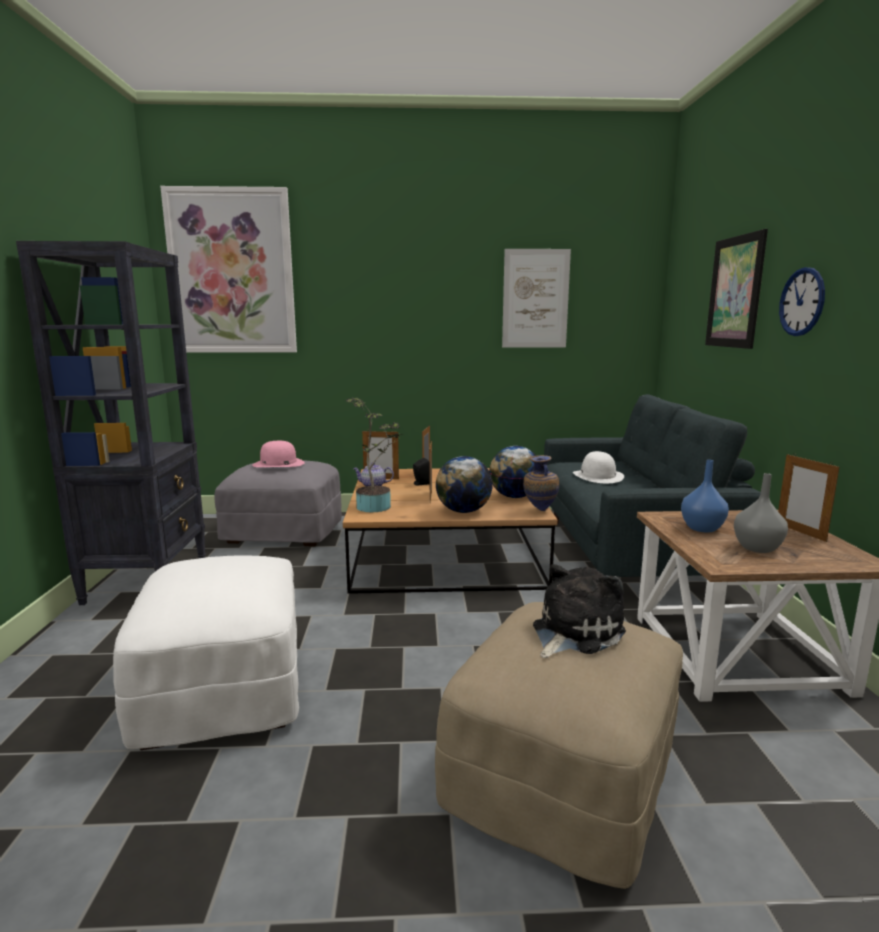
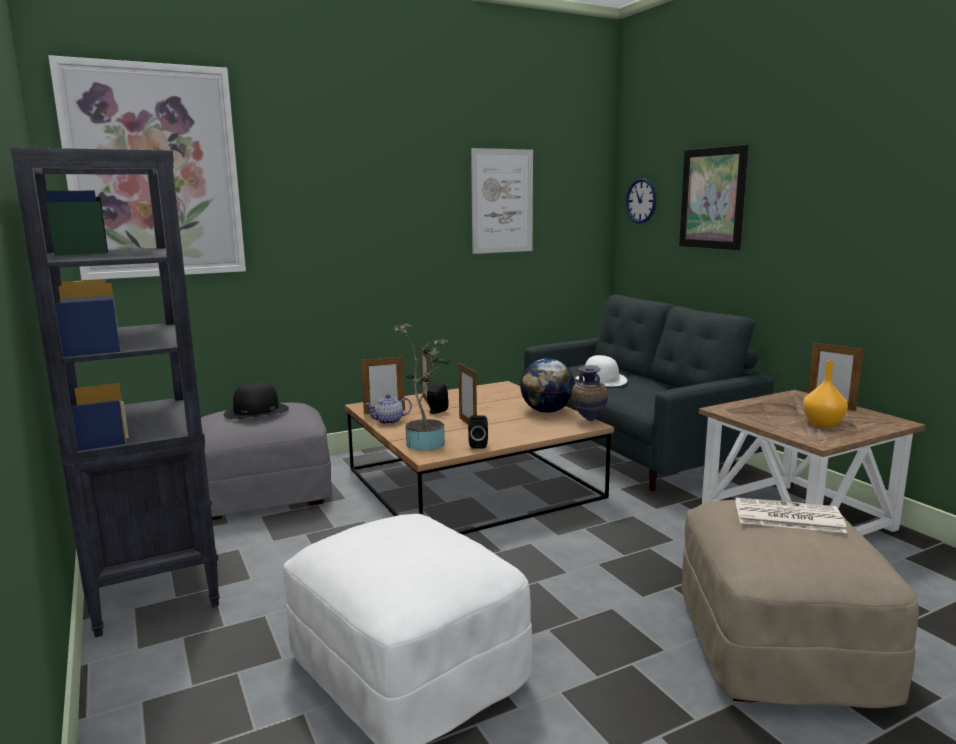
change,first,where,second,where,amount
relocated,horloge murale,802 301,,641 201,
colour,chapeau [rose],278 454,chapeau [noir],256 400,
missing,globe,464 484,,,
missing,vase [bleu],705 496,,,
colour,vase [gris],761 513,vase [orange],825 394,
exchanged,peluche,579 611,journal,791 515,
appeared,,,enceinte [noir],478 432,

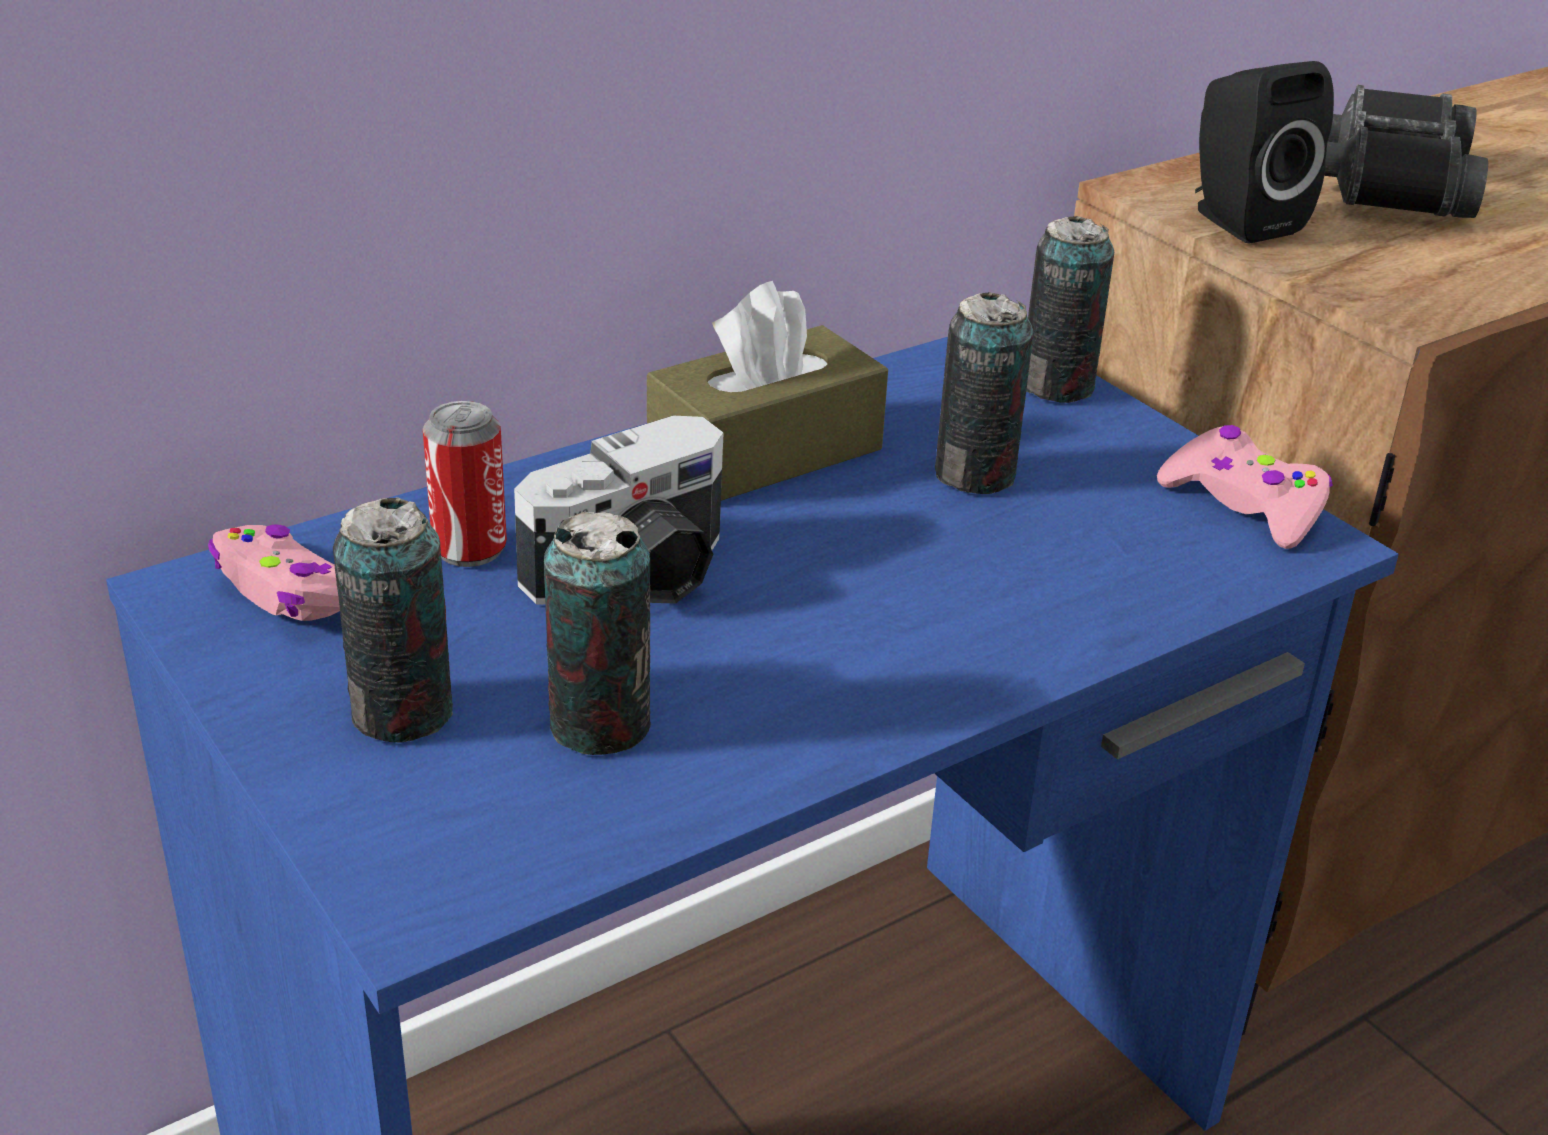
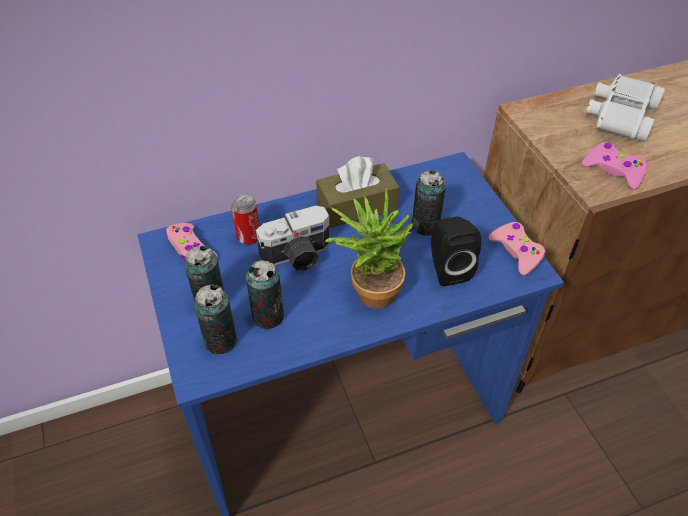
change,first,where,second,where,amount
relocated,enceinte [noir],1264 152,,456 251,
colour,jumelles [noir],1406 151,jumelles [blanc],625 107,
relocated,boîte métallique,1070 309,,215 319,
appeared,,,manette [rose],614 166,
appeared,,,plante en pot,369 248,

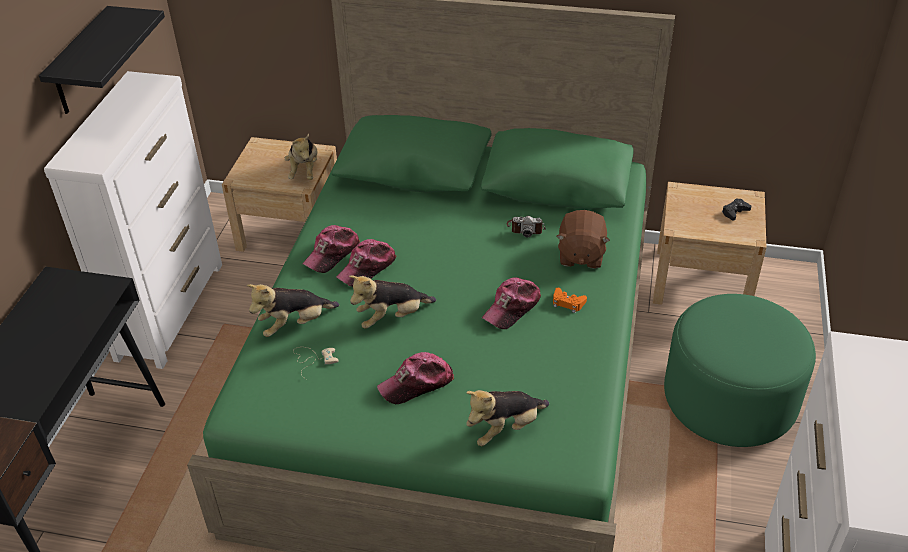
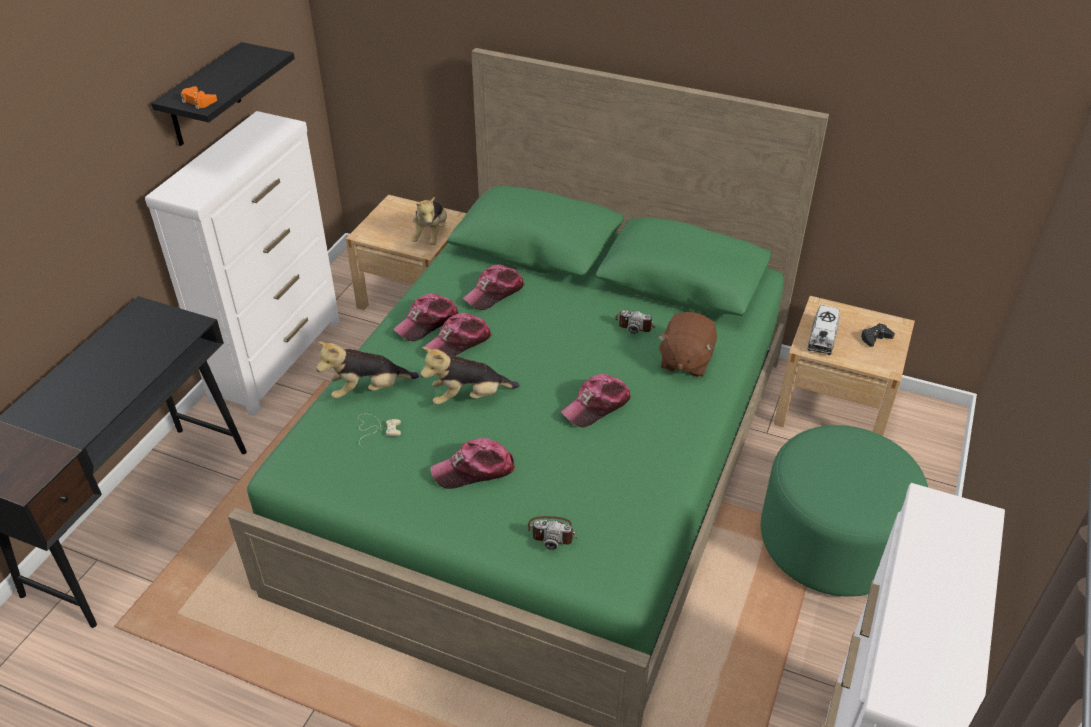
change,first,where,second,where,amount
relocated,manette [orange],570 300,,199 97,
exchanged,peluche,507 418,appareil photo,552 533,
appeared,,,casquette,493 287,
appeared,,,camion jouet,823 330,

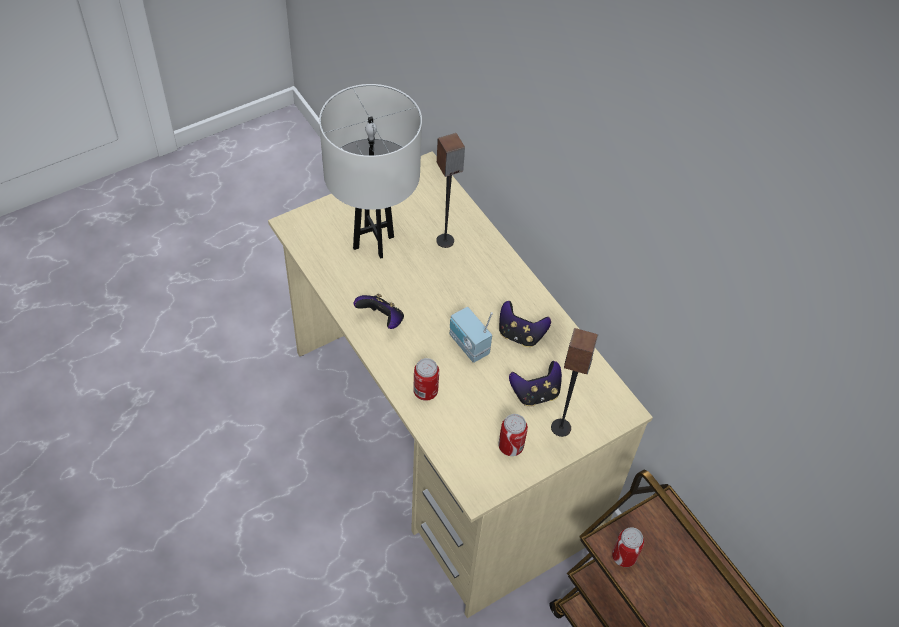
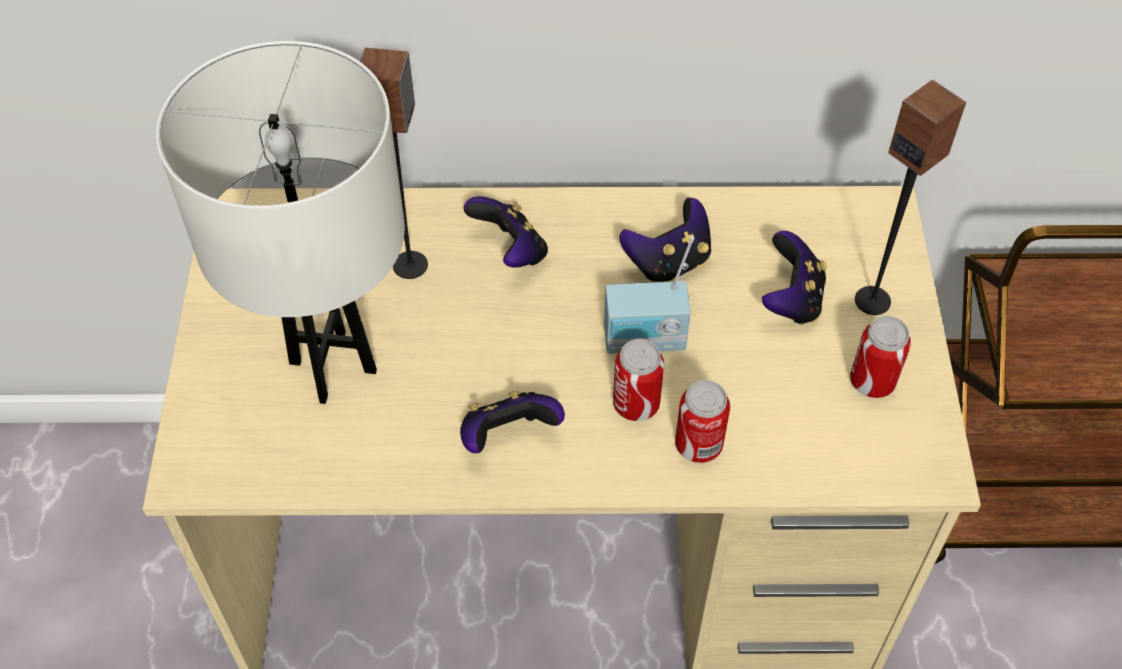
change,first,where,second,where,amount
relocated,boîte métallique,628 547,,638 380,
appeared,,,manette,506 232,

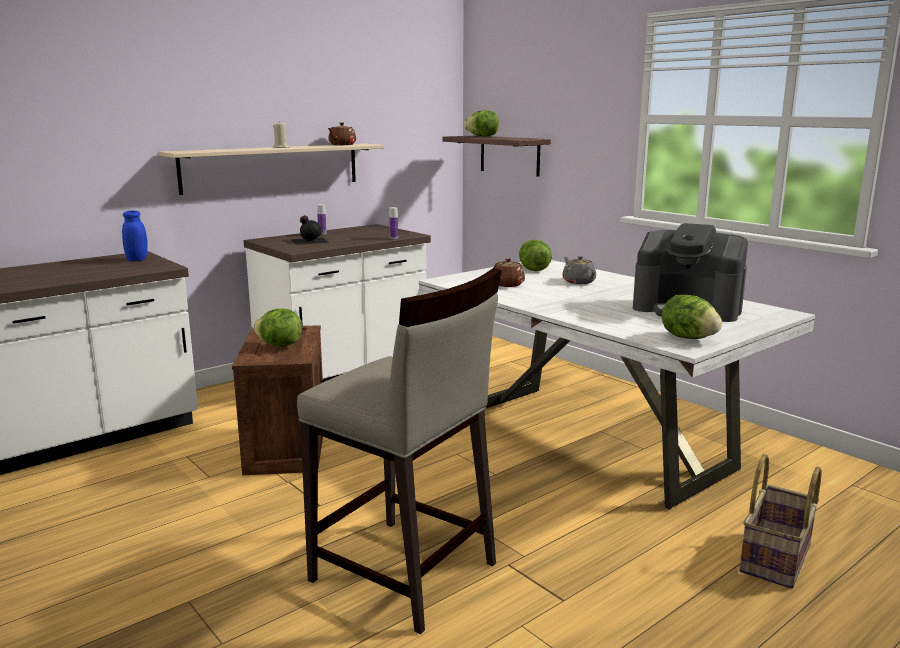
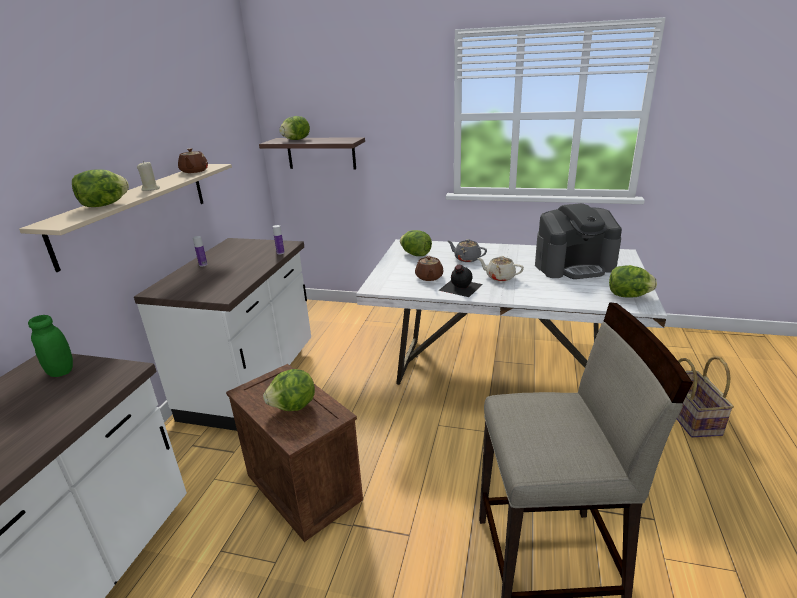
change,first,where,second,where,amount
colour,bocal [bleu],135 236,bocal [vert],50 346,
relocated,bouteille [noir],310 230,,460 281,
appeared,,,laitue,100 188,
appeared,,,théière [beige],500 269,

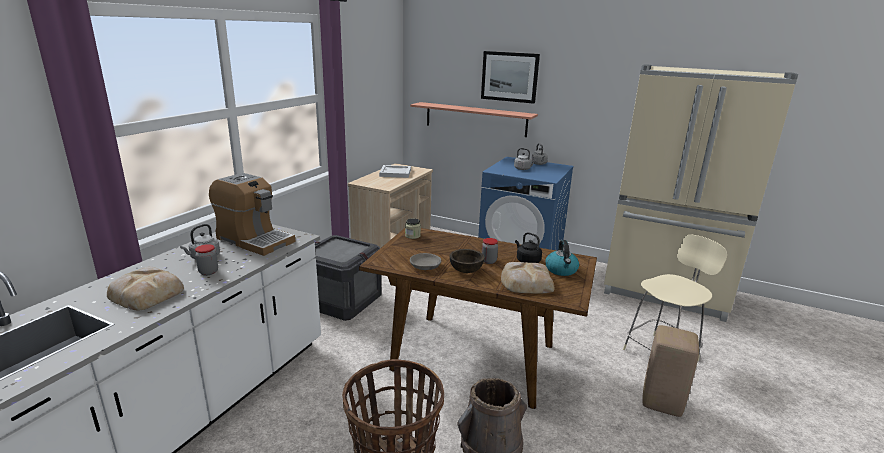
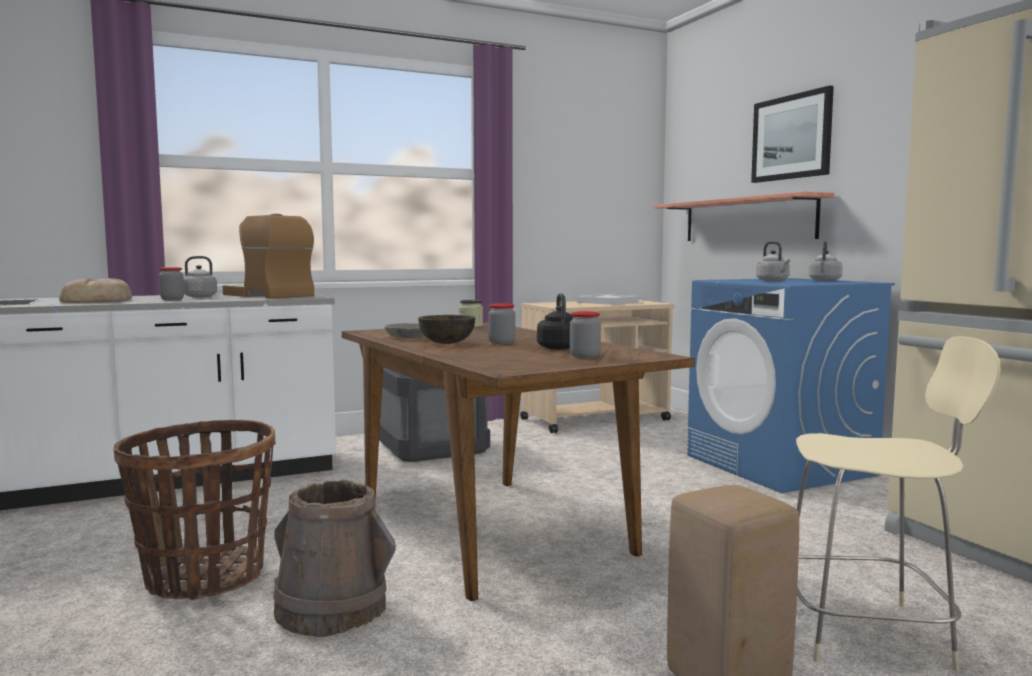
change,first,where,second,where,amount
spun,machine à café,252 214,,268 256,150 degrees clockwise
exchanged,bouilloire,562 258,bocal,585 334,
missing,pain,528 278,,,

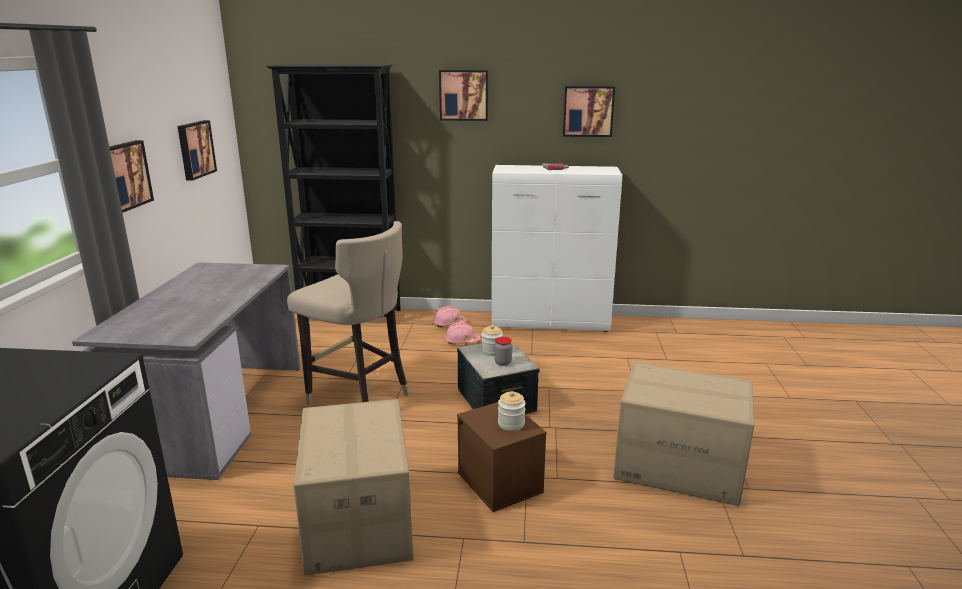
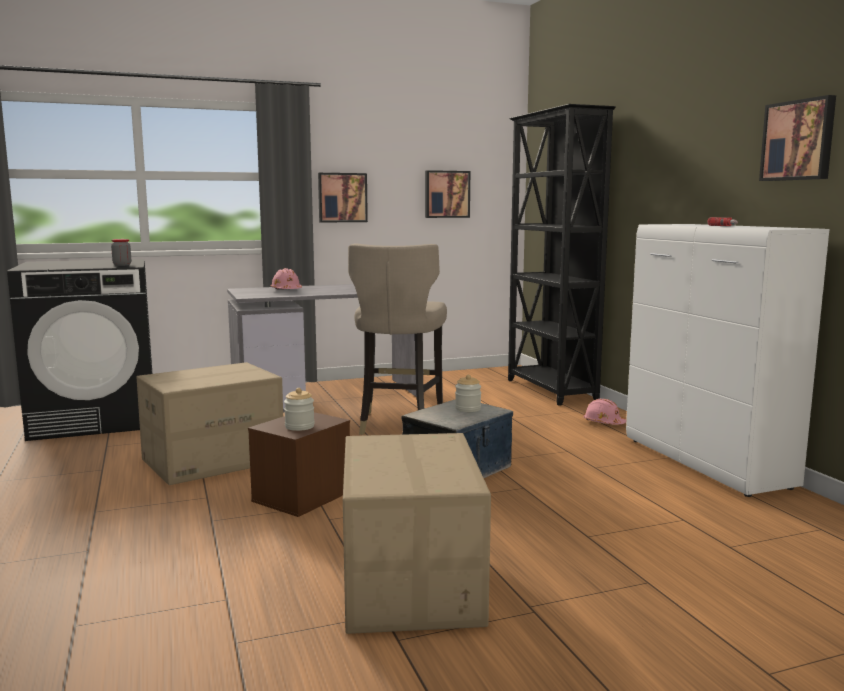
change,first,where,second,where,amount
missing,tableau,463 95,,,
relocated,casque de chantier [rose],462 333,,286 279,
relocated,bocal,503 351,,121 252,

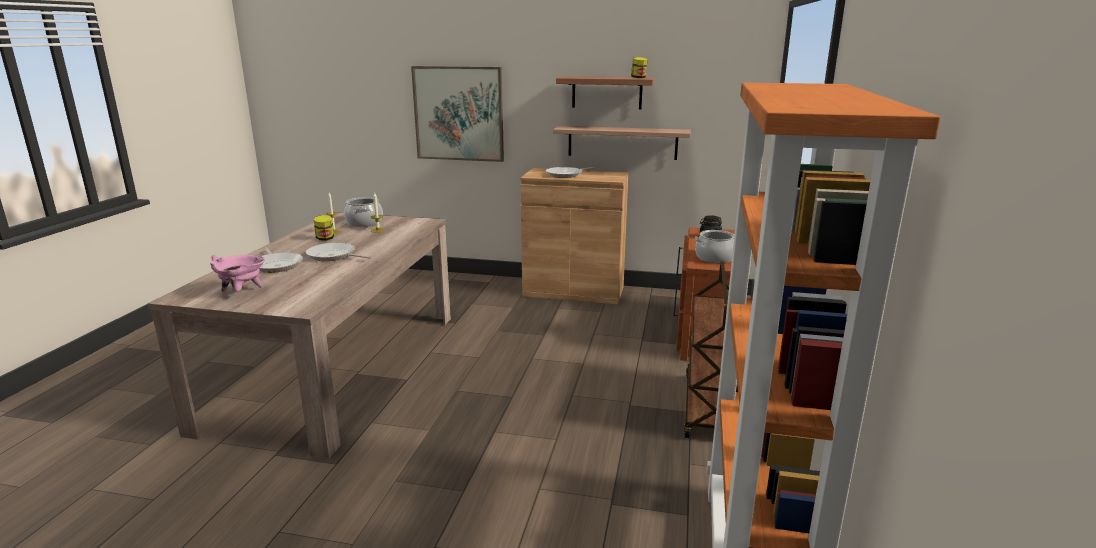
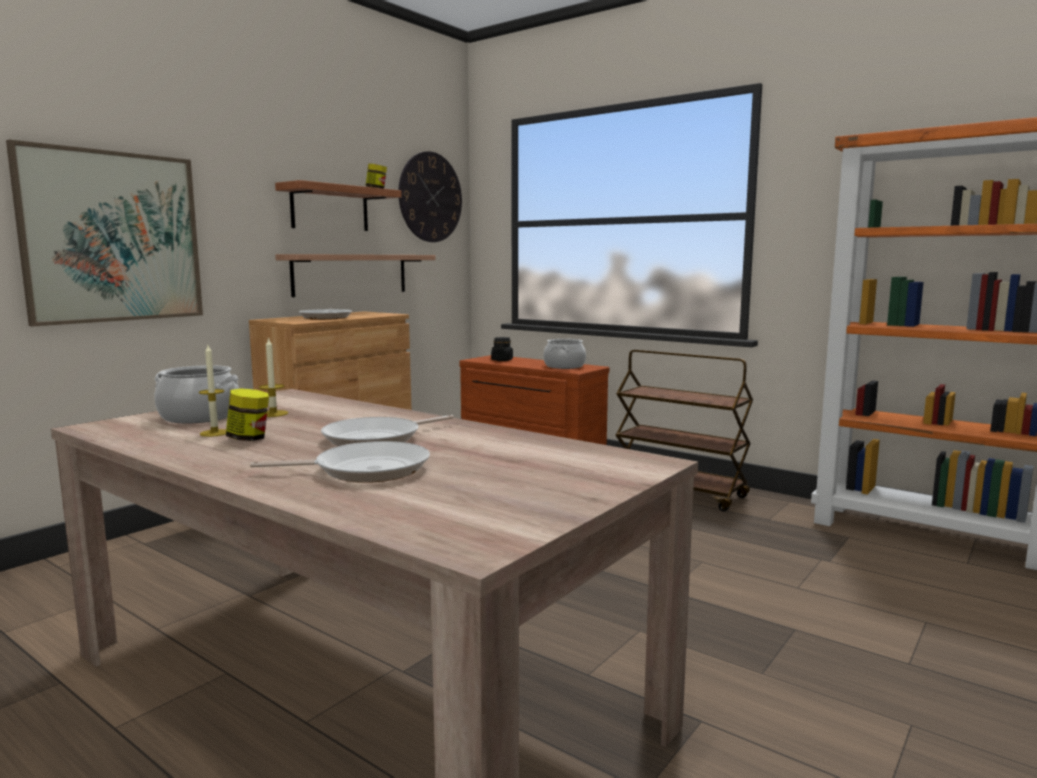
change,first,where,second,where,amount
missing,marmite [rose],237 273,,,
appeared,,,horloge murale,430 196,

